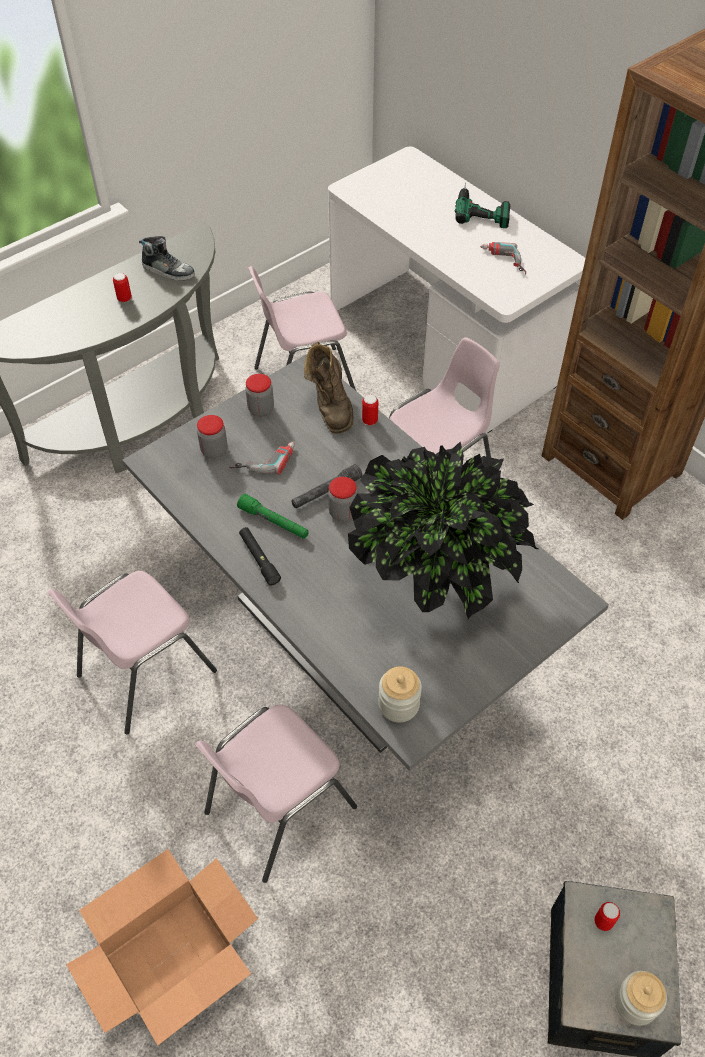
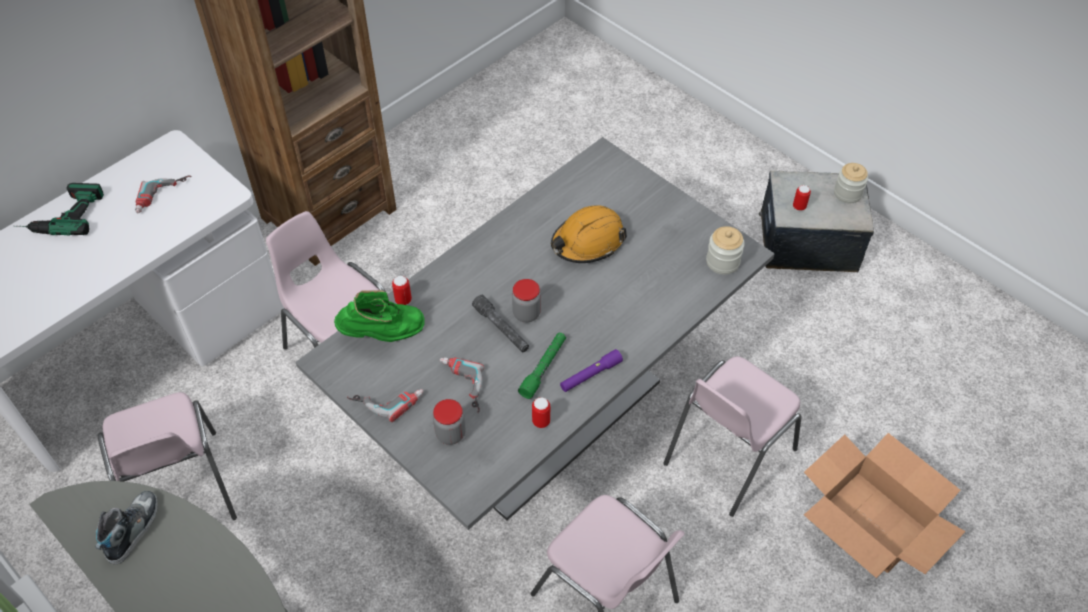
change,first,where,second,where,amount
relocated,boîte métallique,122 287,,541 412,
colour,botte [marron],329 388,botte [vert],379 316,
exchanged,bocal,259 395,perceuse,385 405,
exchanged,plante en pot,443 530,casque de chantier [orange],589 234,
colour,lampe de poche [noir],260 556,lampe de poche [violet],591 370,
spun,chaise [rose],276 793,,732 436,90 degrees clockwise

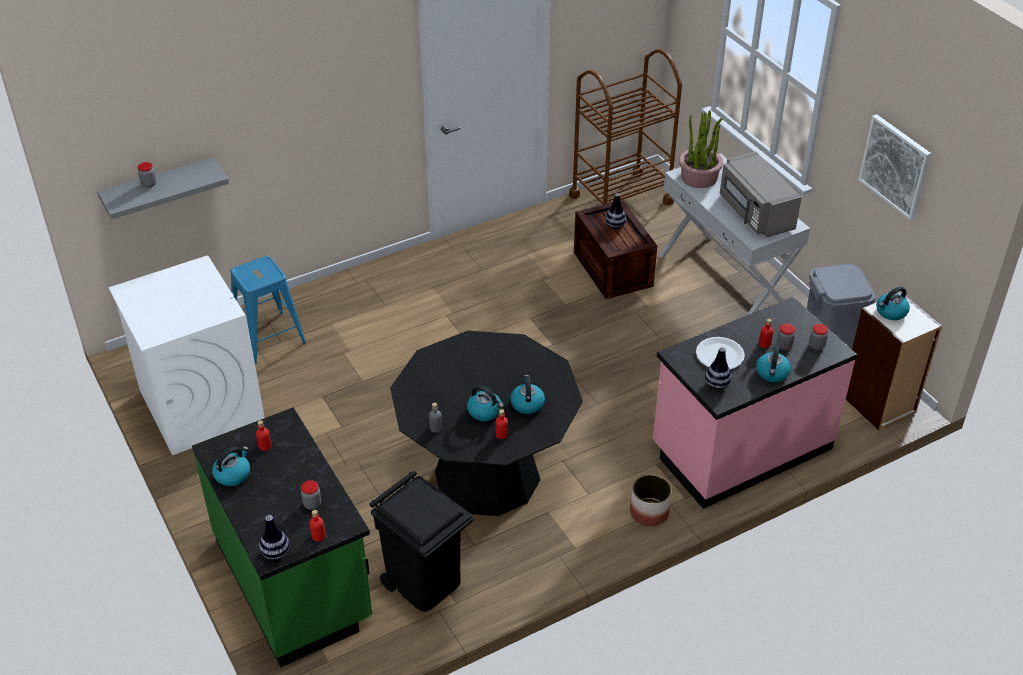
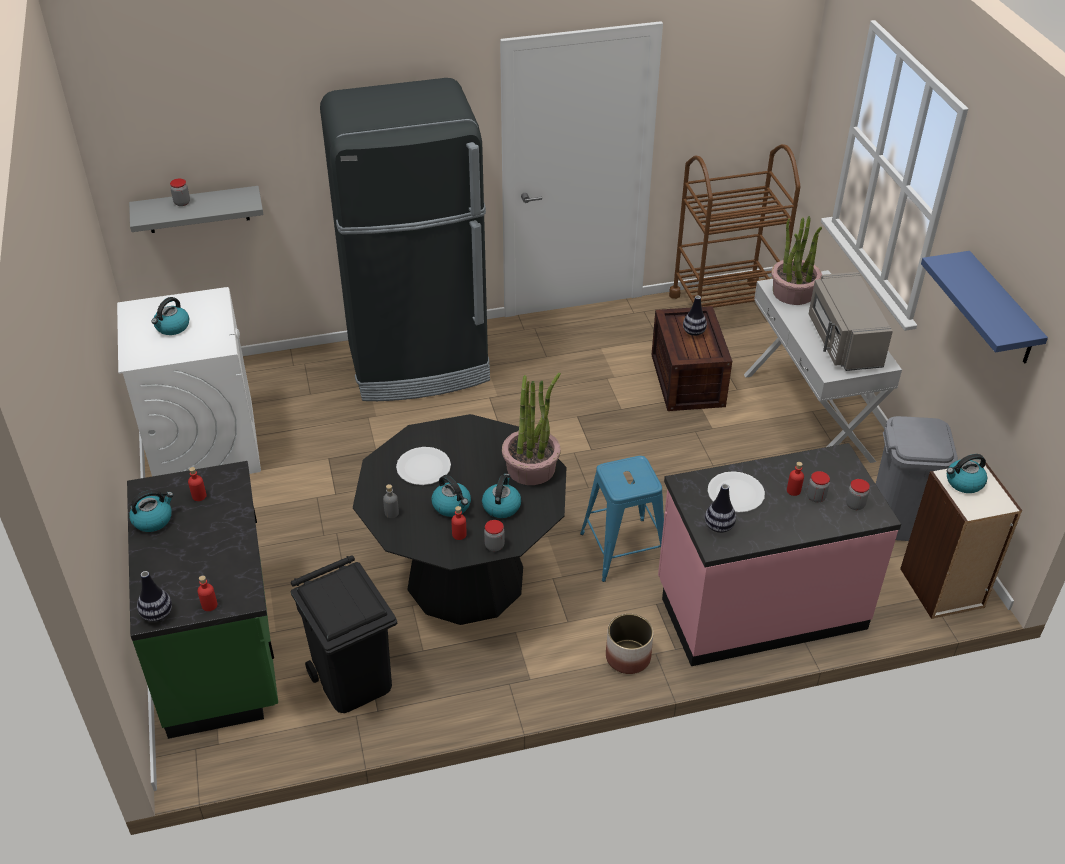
change,first,where,second,where,amount
exchanged,tableau,894 167,étagère [bleu],984 307,
relocated,tabouret [bleu],268 310,,622 519,
relocated,bouilloire,773 363,,170 316,
relocated,bocal,311 495,,494 535,
appeared,,,réfrigérateur [noir],405 239,
appeared,,,plante en pot,531 429,
appeared,,,assiette [blanc],423 466,

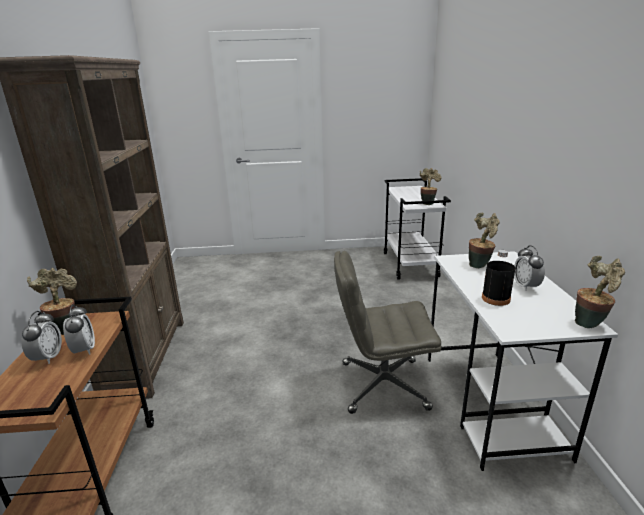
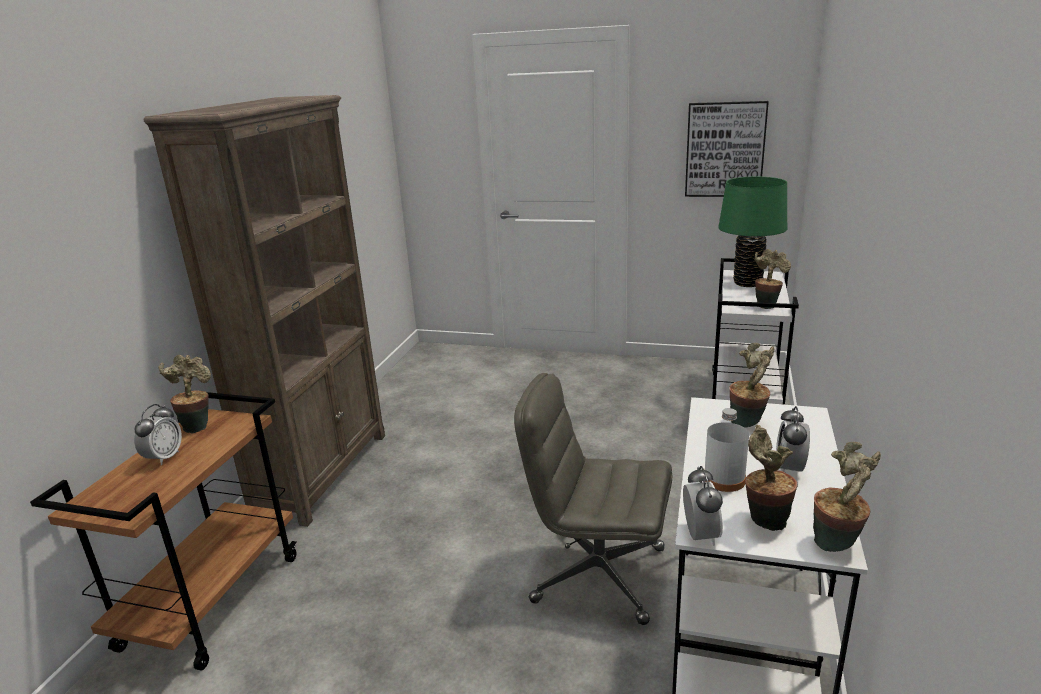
change,first,where,second,where,amount
colour,bouteille [noir],498 278,bouteille [blanc],727 450,
relocated,réveil,79 329,,703 506,
appeared,,,tableau,727 149,
appeared,,,lampe de table [vert],752 232,
appeared,,,plante en pot,771 478,

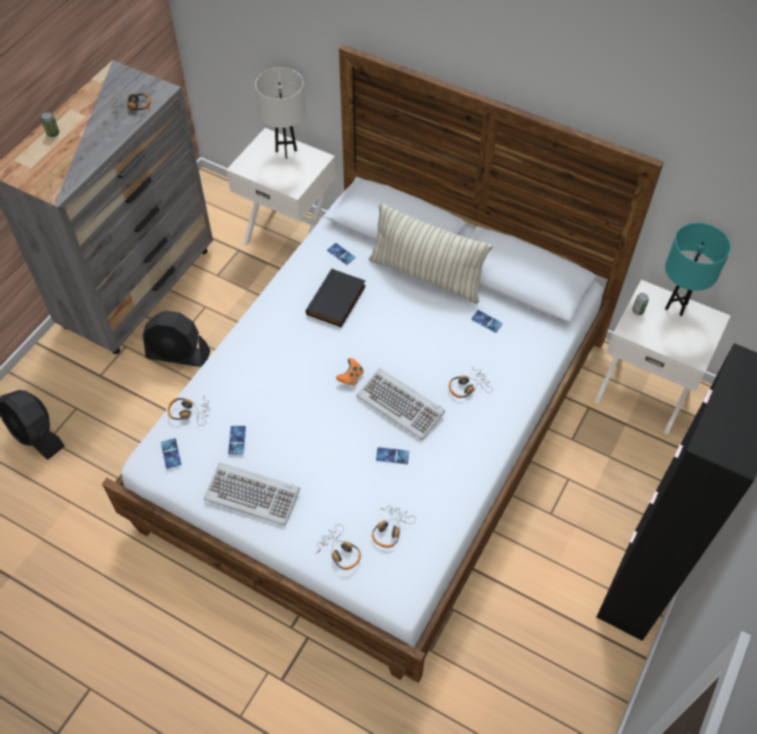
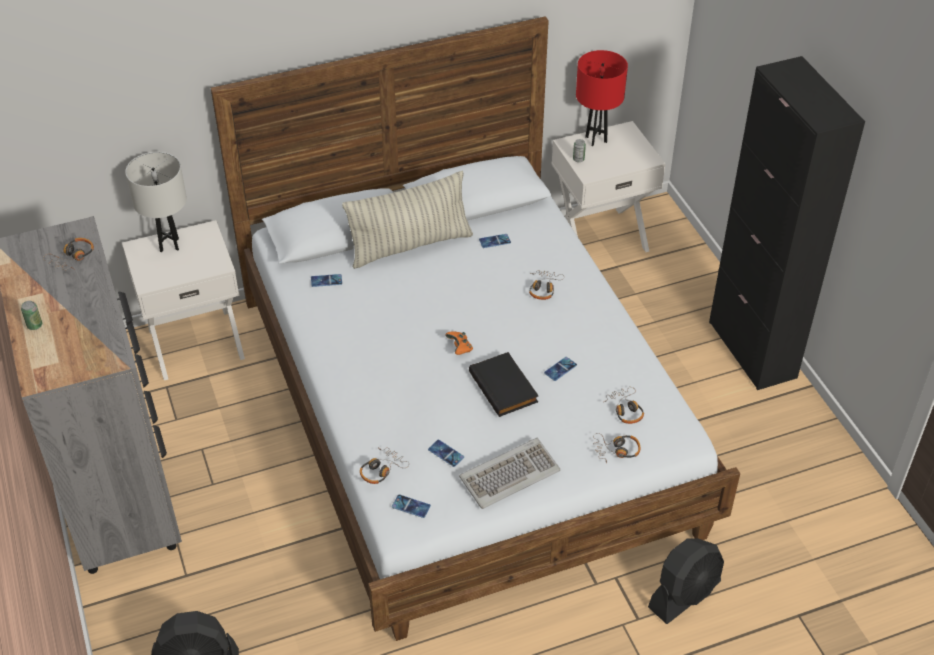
change,first,where,second,where,amount
colour,lampe de table [turquoise],698 269,lampe de table [rouge],602 98,
relocated,livre [noir],336 297,,503 384,
relocated,ventilateur [noir],176 339,,686 581,
missing,clavier,400 404,,,

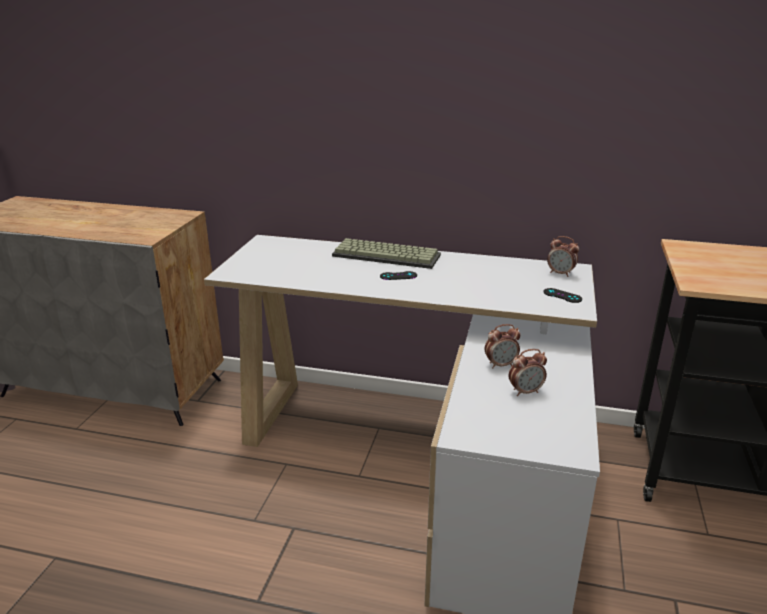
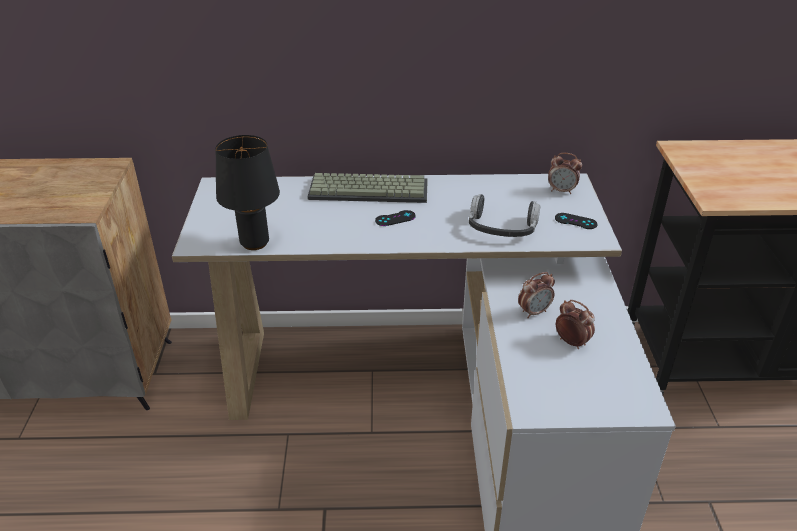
change,first,where,second,where,amount
spun,réveil,528 372,,575 324,105 degrees counterclockwise
appeared,,,lampe de table [noir],247 192,
appeared,,,casque audio,504 215,

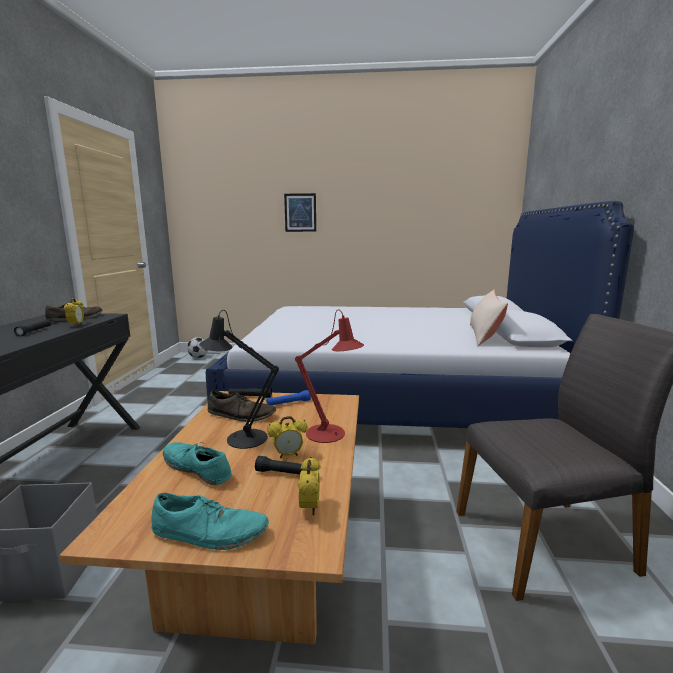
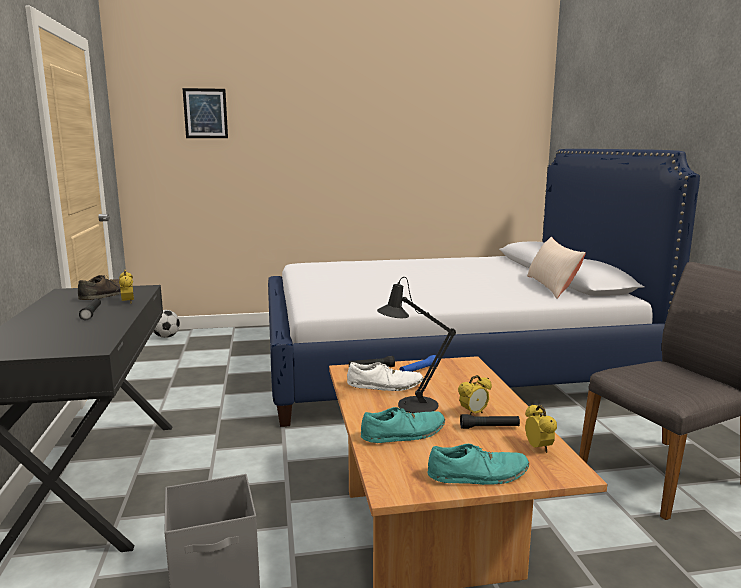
change,first,where,second,where,amount
relocated,tableau,300 212,,205 113,
missing,lampe de table [rouge],329 376,,,
colour,chaussure [marron],242 406,chaussure [blanc],385 376,
spun,chaussure [turquoise],197 463,,403 425,135 degrees clockwise

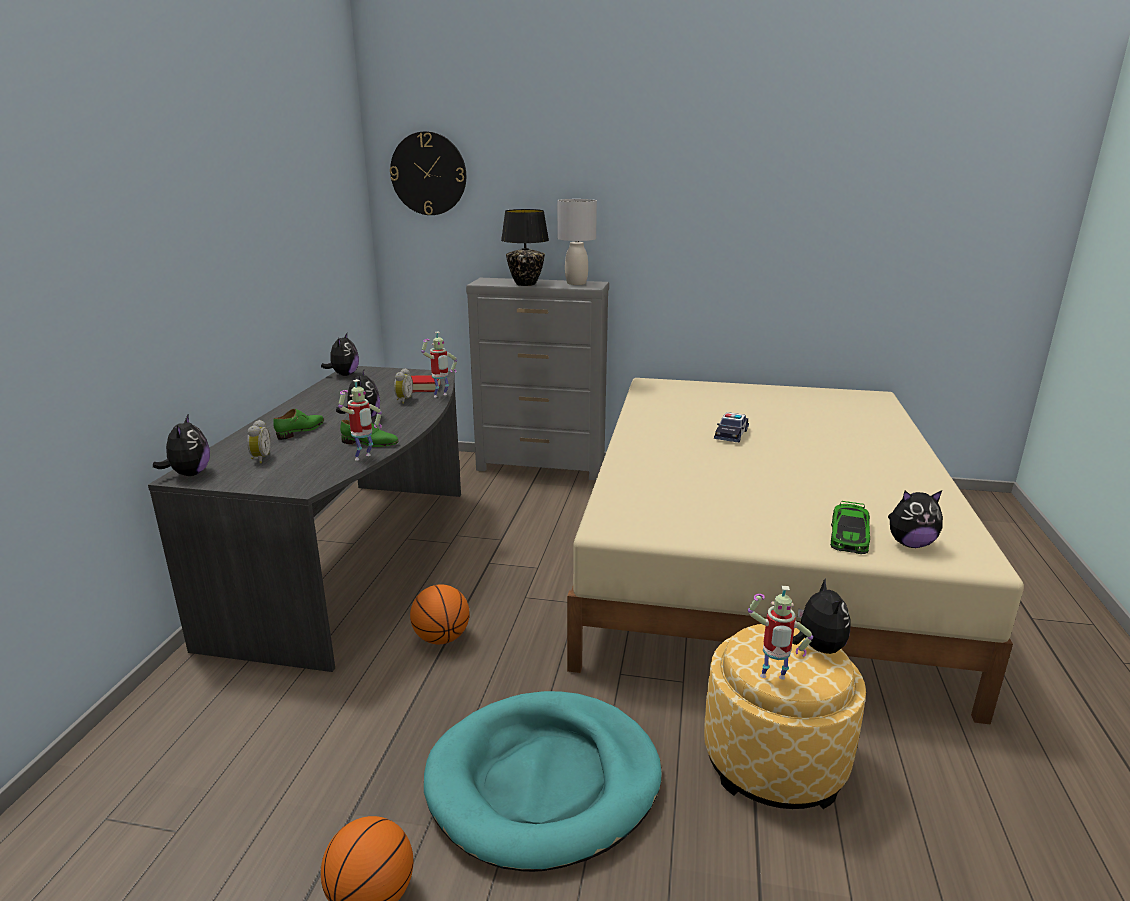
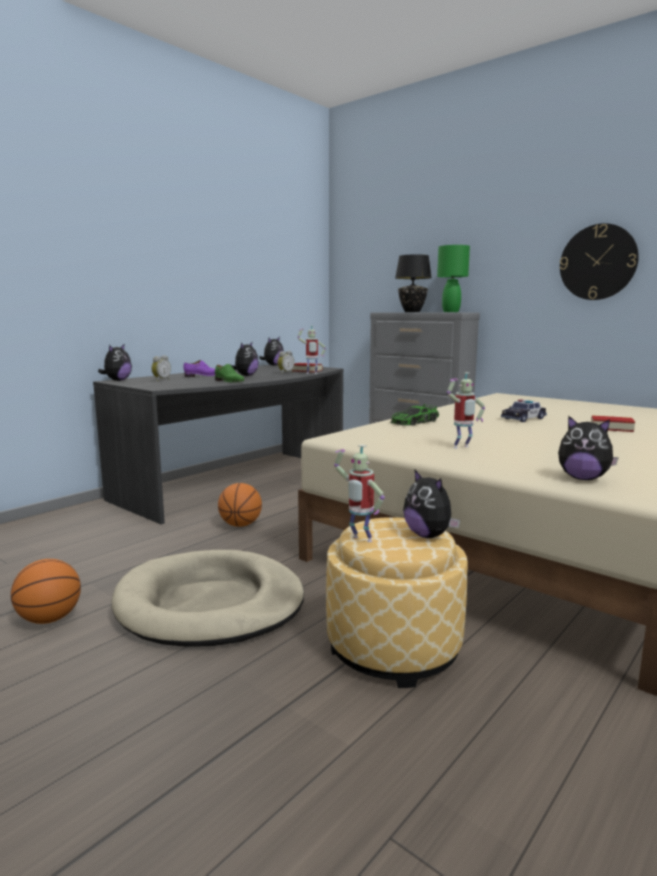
change,first,where,second,where,amount
relocated,horloge murale,428 173,,599 261,
colour,lampe de table [gris],577 242,lampe de table [vert],453 278,
relocated,robot jouet,360 420,,466 410,
colour,chaussure [vert],298 424,chaussure [violet],200 368,
relocated,petite voiture,850 527,,414 415,
spun,peluche,821 616,,431 503,120 degrees clockwise
colour,panier pour chien [turquoise],543 781,panier pour chien [beige],208 598,
appeared,,,livre,613 423,

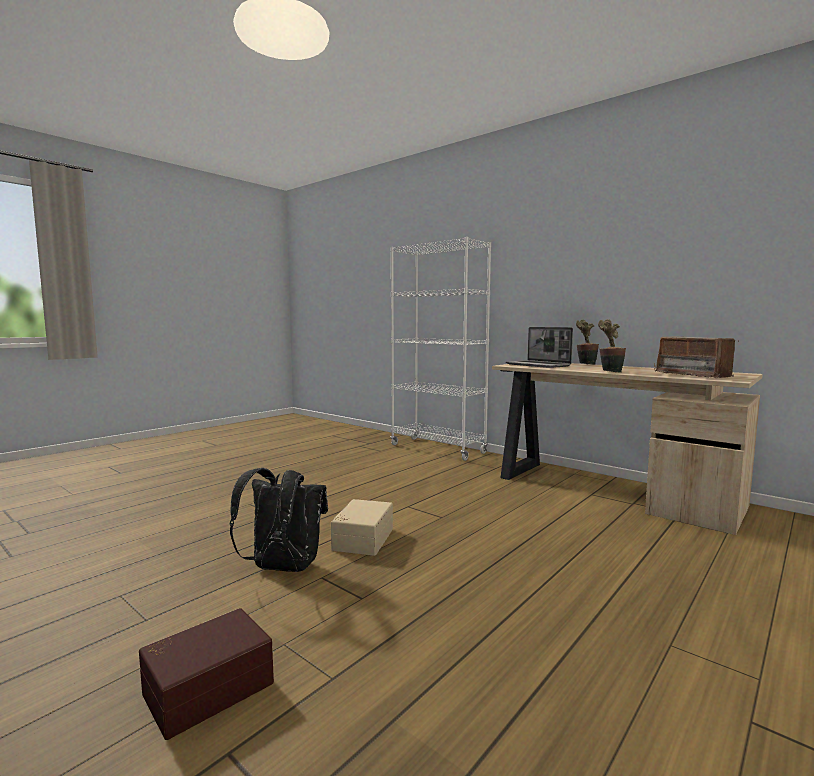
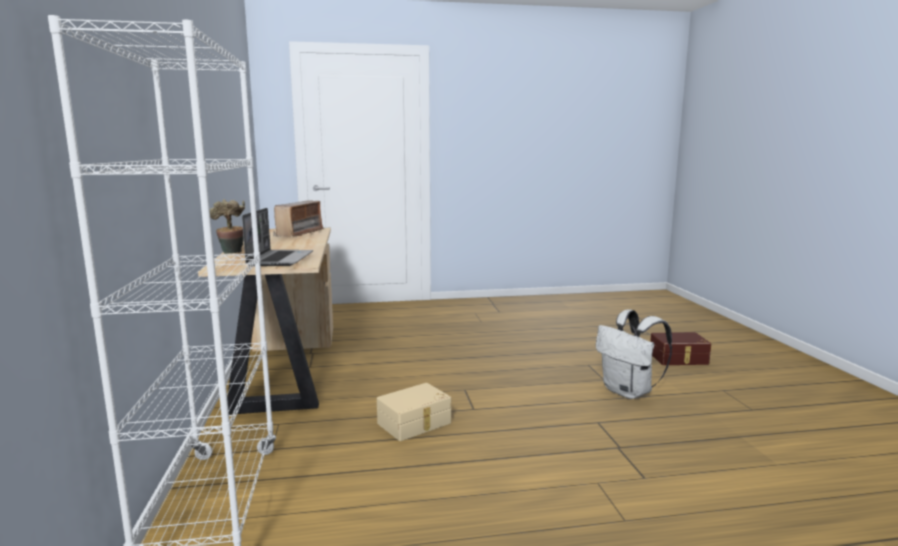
change,first,where,second,where,amount
missing,plante en pot,612 345,,,
colour,sac à dos [noir],279 520,sac à dos [blanc],634 354,
relocated,boîte de rangement [beige],362 527,,414 412,

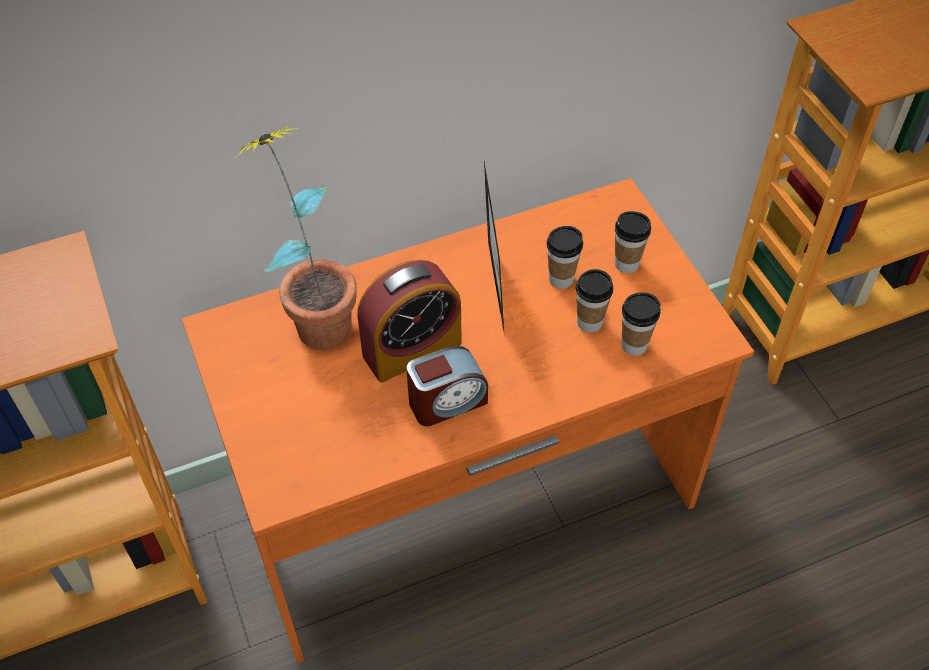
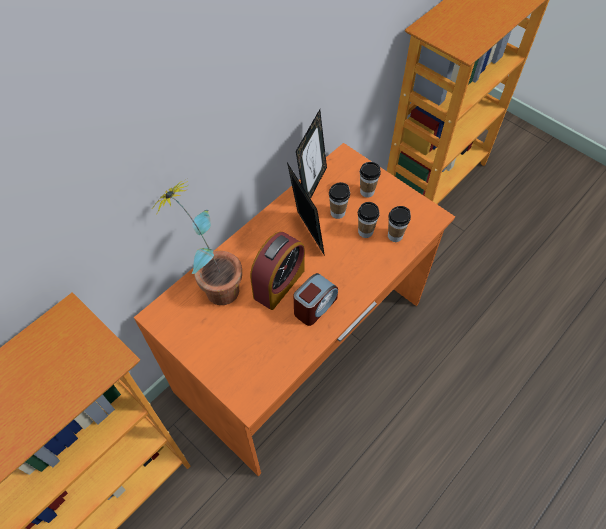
change,first,where,second,where,amount
appeared,,,cadre photo,311 154,

